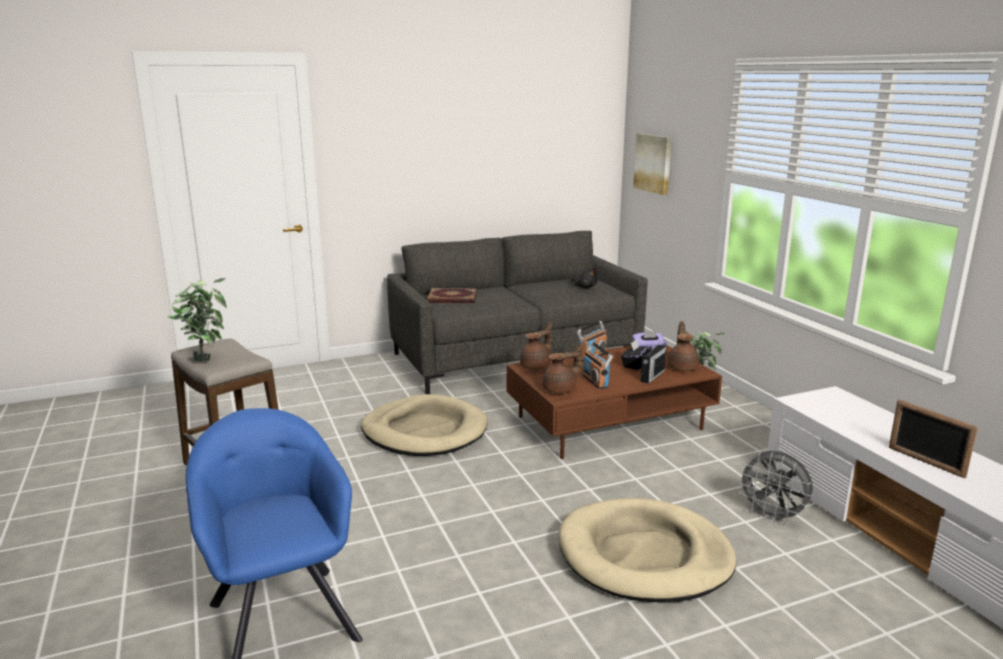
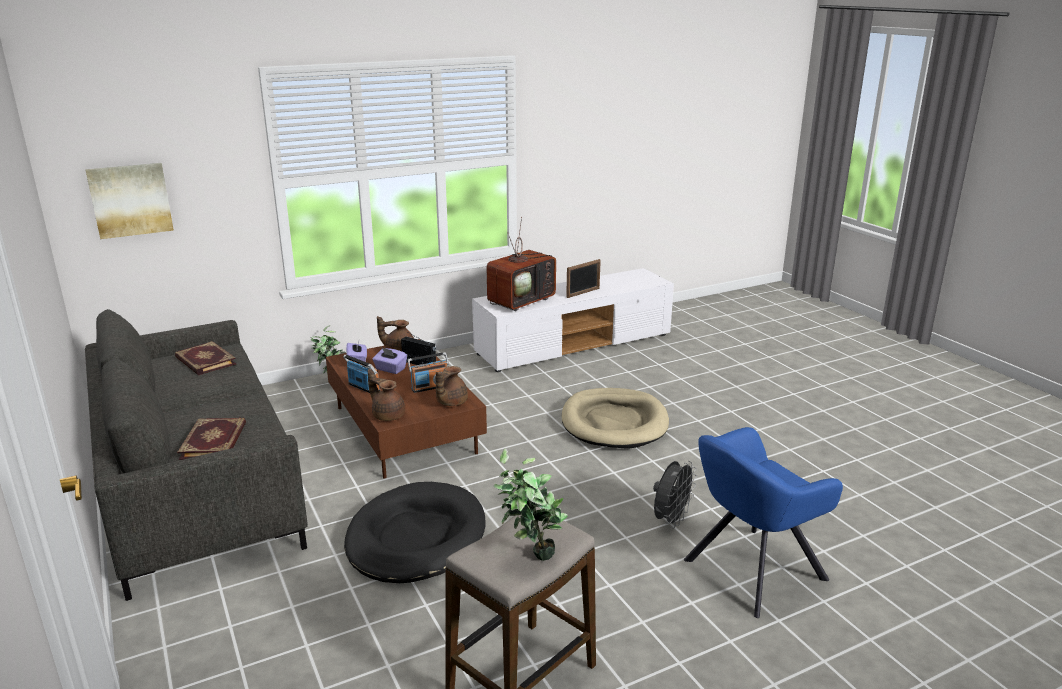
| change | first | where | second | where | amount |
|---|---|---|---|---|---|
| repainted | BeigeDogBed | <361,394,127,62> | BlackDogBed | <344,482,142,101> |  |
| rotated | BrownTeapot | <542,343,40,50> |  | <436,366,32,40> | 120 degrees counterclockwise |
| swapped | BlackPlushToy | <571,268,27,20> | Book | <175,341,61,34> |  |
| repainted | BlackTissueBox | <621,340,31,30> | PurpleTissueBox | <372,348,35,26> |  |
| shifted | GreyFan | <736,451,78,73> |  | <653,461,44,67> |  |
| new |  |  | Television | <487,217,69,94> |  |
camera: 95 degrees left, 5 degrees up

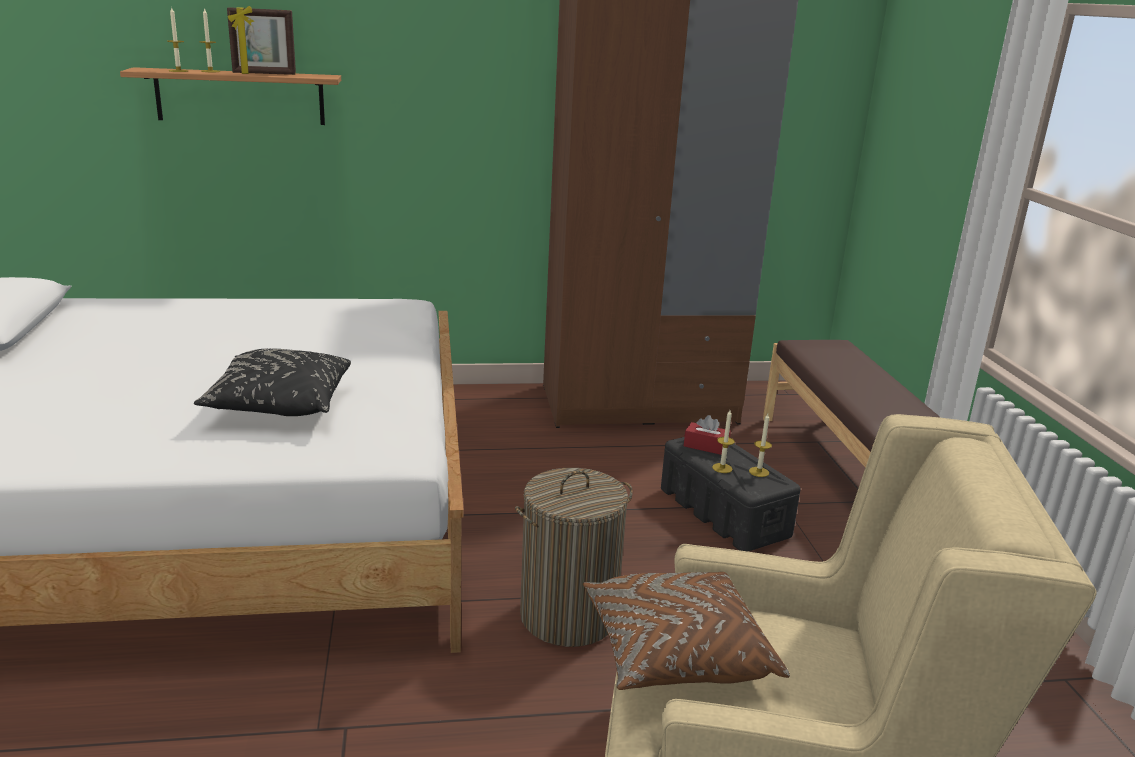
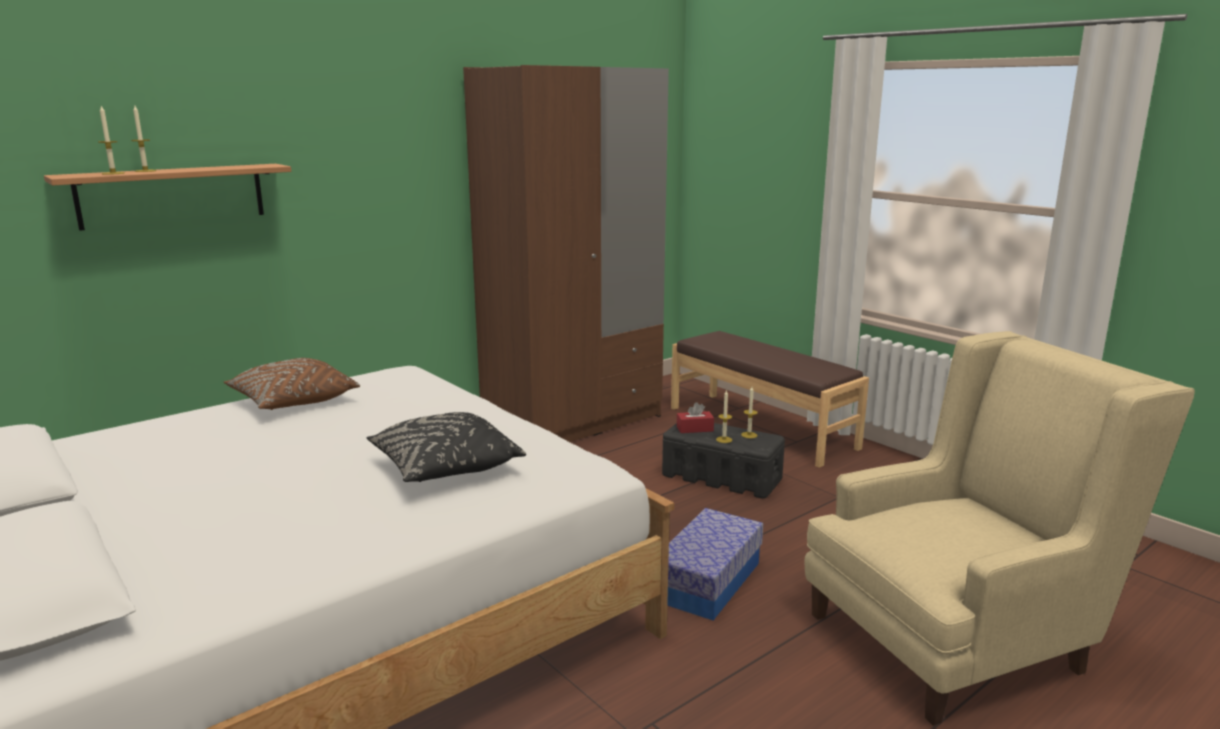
| change | first | where | second | where | amount |
|---|---|---|---|---|---|
| gone | PictureFrame | <227,6,69,69> |  |  |  |
| swapped | LaundryBasket | <515,468,118,179> | StorageBox | <667,508,96,112> |  |
| shifted | BrownPillow | <583,572,207,118> |  | <224,358,136,52> |  |
camera: 30 degrees left, 5 degrees down

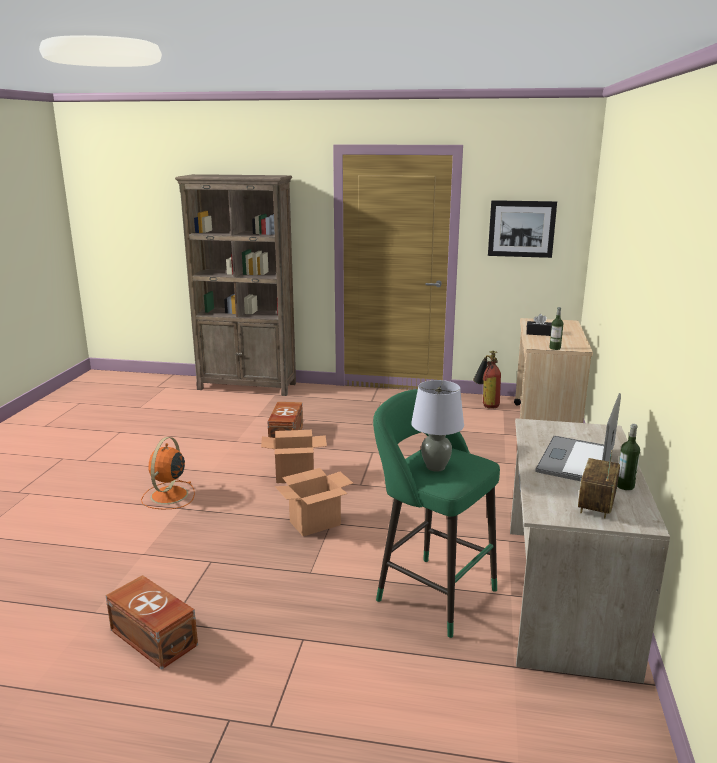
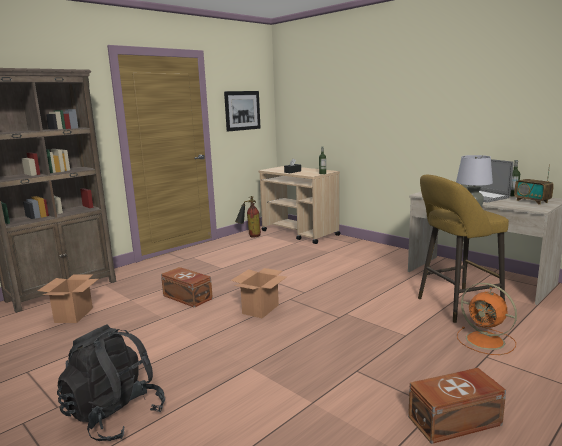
| change | first | where | second | where | amount |
|---|---|---|---|---|---|
| shifted | OrangeFan | <141,437,54,73> |  | <457,283,60,72> |  |
| shifted | CardboardBox | <275,468,78,68> |  | <38,274,60,49> |  |
| repainted | GreenStool | <373,389,127,249> | YellowStool | <418,175,91,148> |  |
| new |  |  | BlackBackpack | <57,324,108,117> |  |
camera: 55 degrees left, 5 degrees down

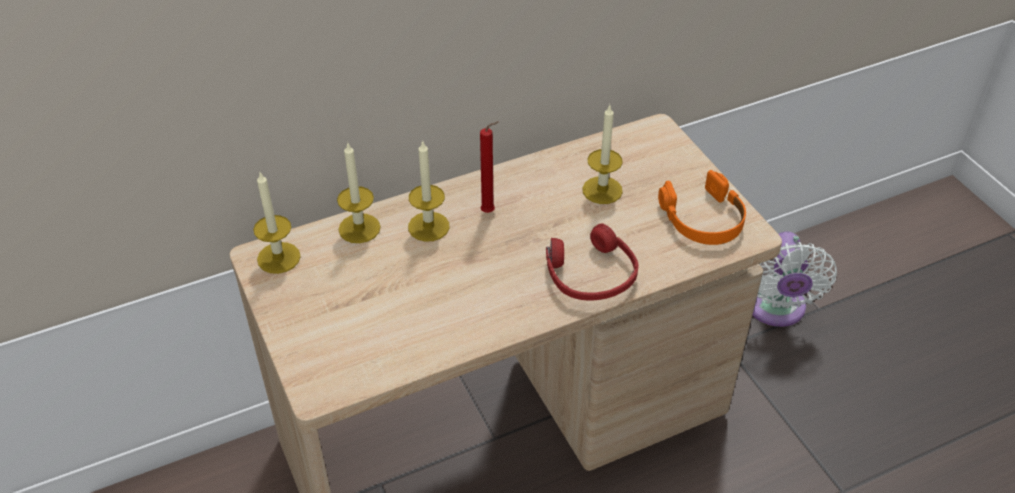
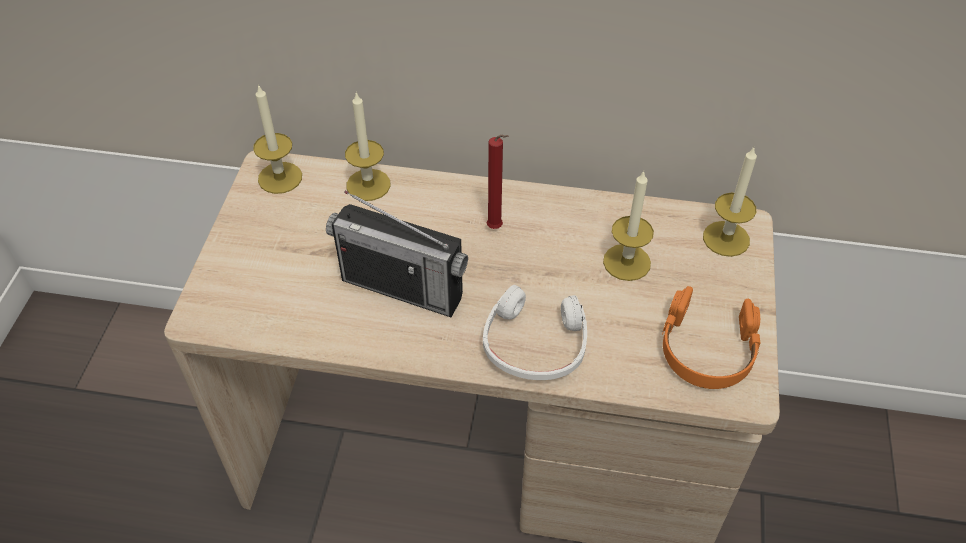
| change | first | where | second | where | amount |
|---|---|---|---|---|---|
| shifted | Candle | <408,140,41,102> |  | <703,147,54,110> |  |
| repainted | RedHeadphones | <546,223,92,77> | WhiteHeadphones | <483,285,104,95> |  |
| gone | WhiteFan | <753,232,84,95> |  |  |  |
| new |  |  | Radio | <326,190,142,127> |  |
camera: 35 degrees right, 5 degrees up

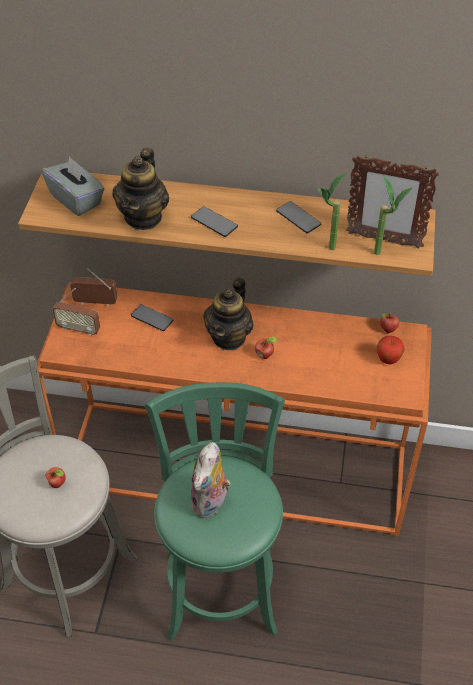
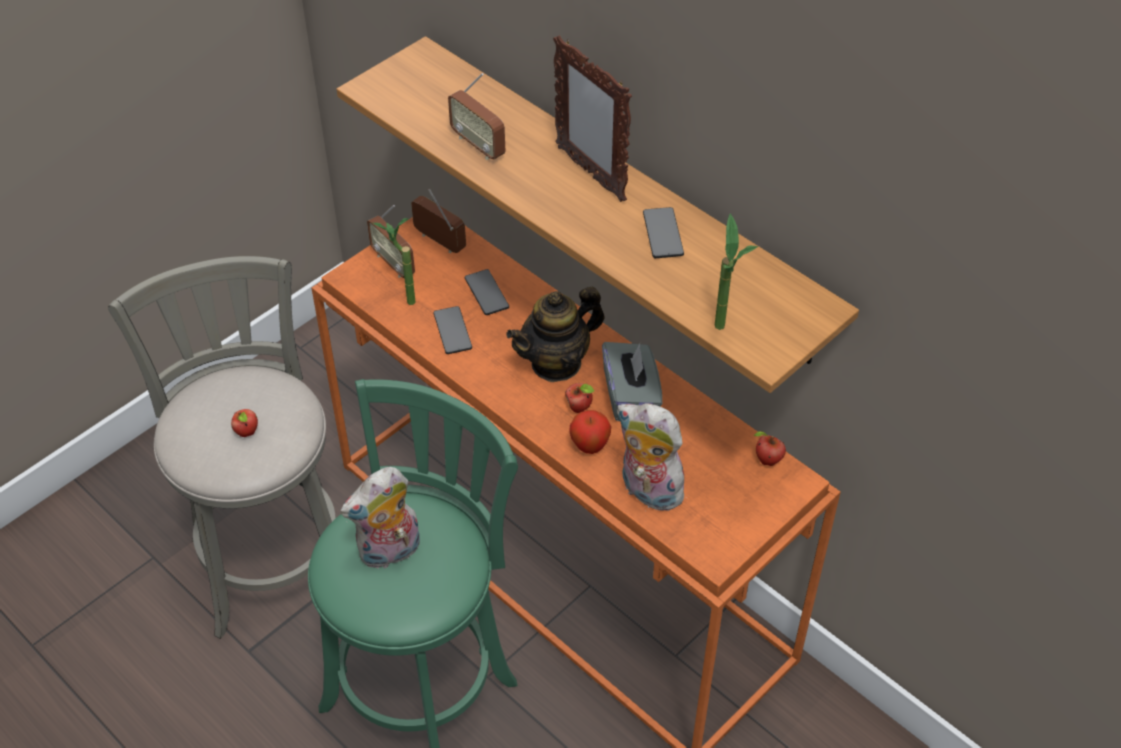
| change | first | where | second | where | amount |
|---|---|---|---|---|---|
| shifted | GreyTissueBox | <42,156,63,60> |  | <602,342,60,79> |  |
| swapped | Teapot | <112,148,57,82> | Radio | <448,73,58,87> |  |
| shifted | Phone | <191,206,47,31> |  | <433,306,39,48> |  |
| shifted | PottedPlant | <316,173,31,77> |  | <373,218,43,87> |  |
| shifted | PictureFrame | <346,155,93,94> |  | <553,35,79,167> |  |
| shifted | Apple | <377,336,28,28> |  | <569,410,42,44> |  |
| new |  |  | PlushToy | <616,403,76,108> |  |
camera: 35 degrees right, 0 degrees up

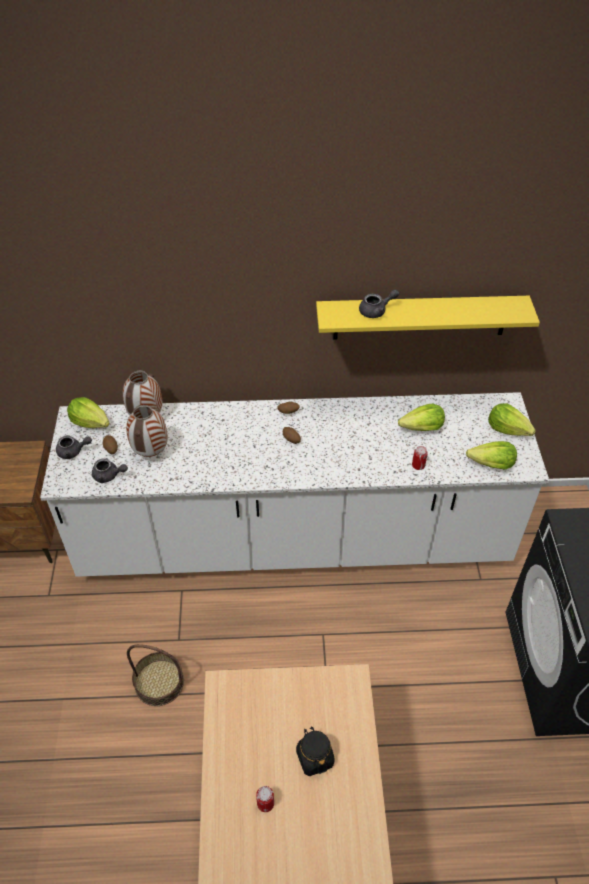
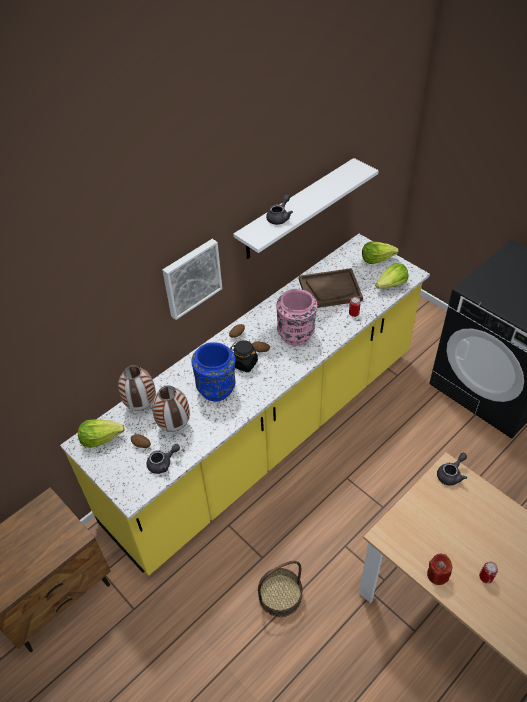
| change | first | where | second | where | amount |
|---|---|---|---|---|---|
| repainted | WhiteCounter | <40,392,509,185> | YellowCounter | <60,234,370,342> |  |
| shifted | GreyTeapot | <56,435,36,24> |  | <437,453,30,33> |  |
| shifted | BlackJar | <296,726,39,50> |  | <230,340,28,32> |  |
| repainted | YellowShelf | <316,296,224,44> | WhiteShelf | <233,158,146,101> |  |
| swapped | Lettuce | <398,404,47,27> | BrownTray | <299,268,64,40> |  |
| new |  |  | Picture | <162,239,60,81> |  |
| new |  |  | BlueVase | <191,342,45,60> |  |
| new |  |  | PinkVase | <276,289,41,57> |  |
| new |  |  | RedCandle | <427,554,25,31> |  |
camera: 40 degrees left, 0 degrees up

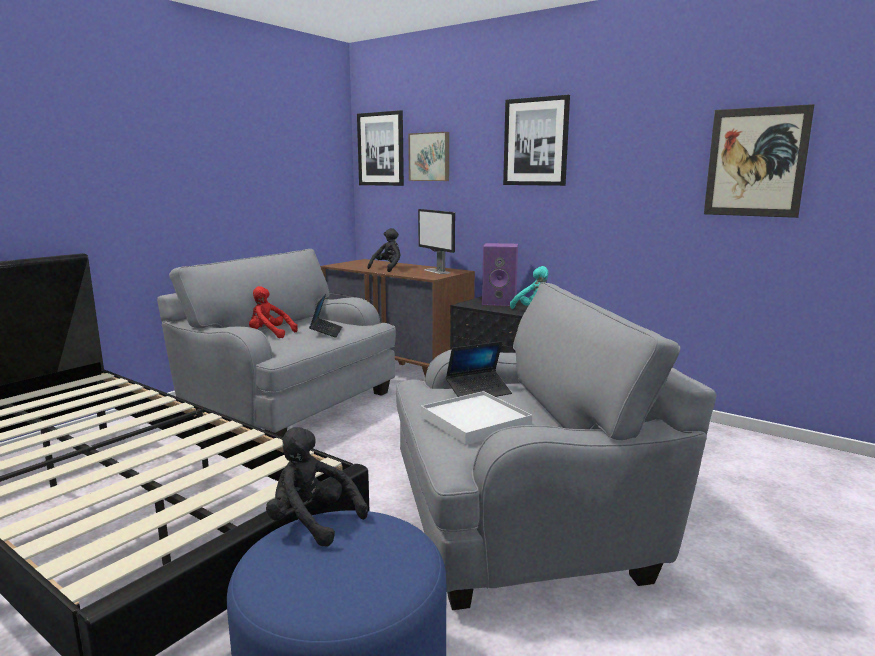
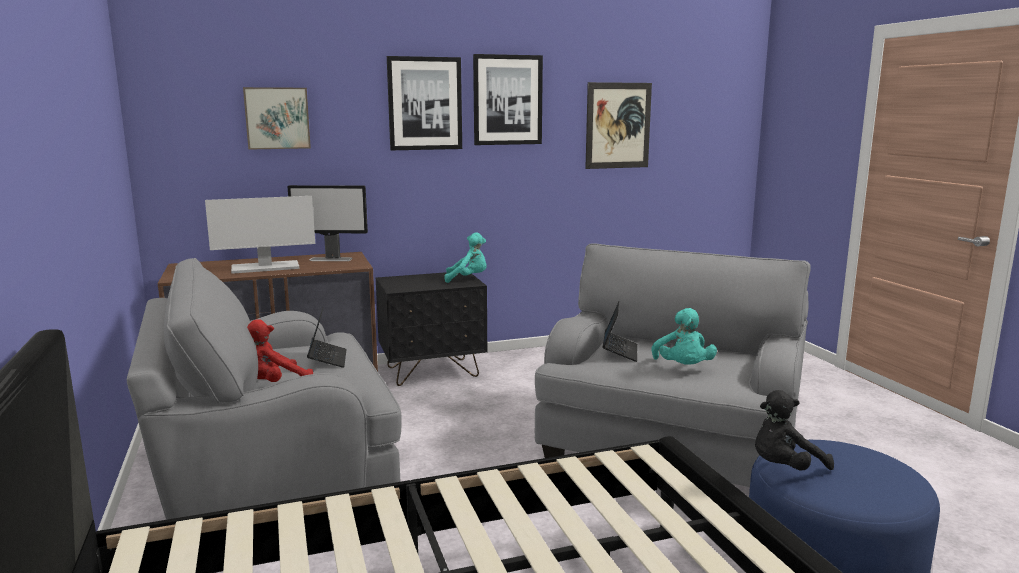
| change | first | where | second | where | amount |
|---|---|---|---|---|---|
| rotated | Laptop | <309,294,33,43> |  | <307,308,40,60> | 45 degrees clockwise |
| shifted | Picture | <357,110,47,76> |  | <473,54,70,91> |  |
| swapped | BlackPlushToy | <368,228,32,44> | Monitor | <205,196,110,78> |  |
| swapped | WhiteTray | <421,391,111,54> | TurquoisePlushToy | <651,308,66,57> |  |
| gone | PurpleSpeaker | <482,243,36,63> |  |  |  |
camera: 55 degrees left, 0 degrees up

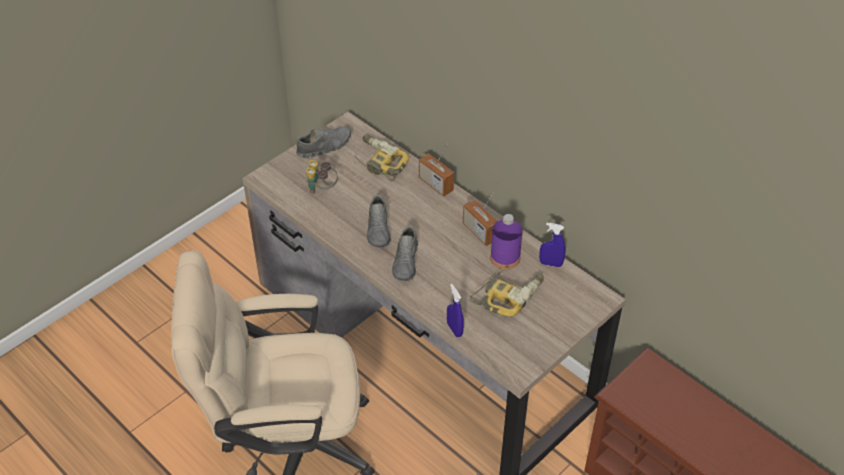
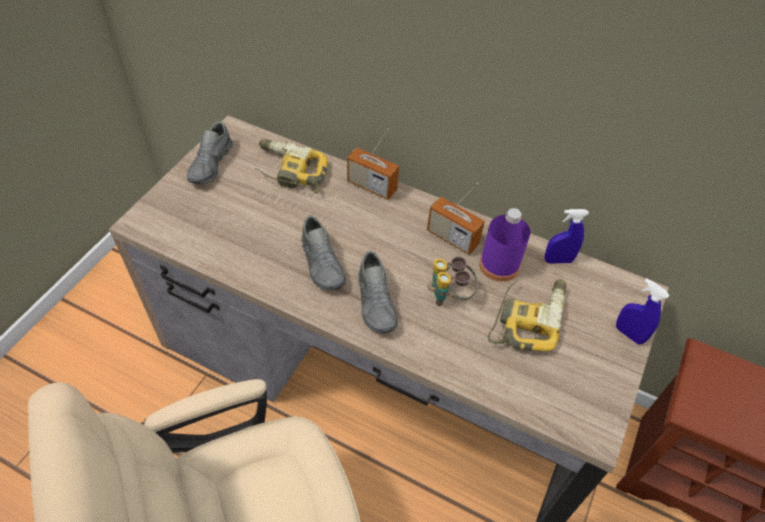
| change | first | where | second | where | amount |
|---|---|---|---|---|---|
| rotated | GreyShoe | <296,126,55,32> |  | <187,121,46,63> | 150 degrees clockwise |
| shifted | Binoculars | <305,160,33,34> |  | <428,257,50,49> |  |
| shifted | BlueSprayBottle | <447,284,17,53> |  | <616,278,54,66> |  |
camera: 20 degrees left, 5 degrees up

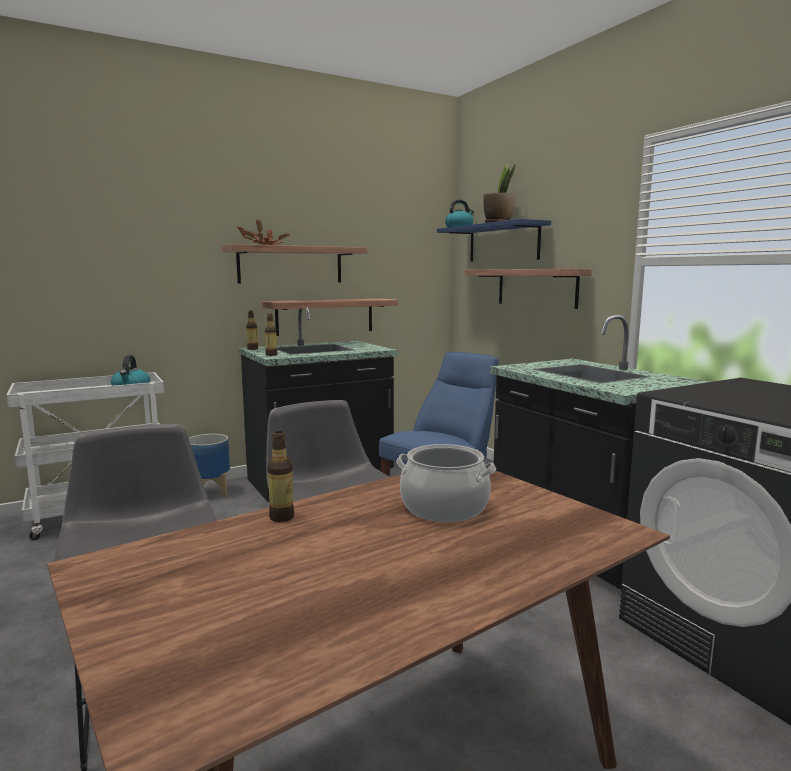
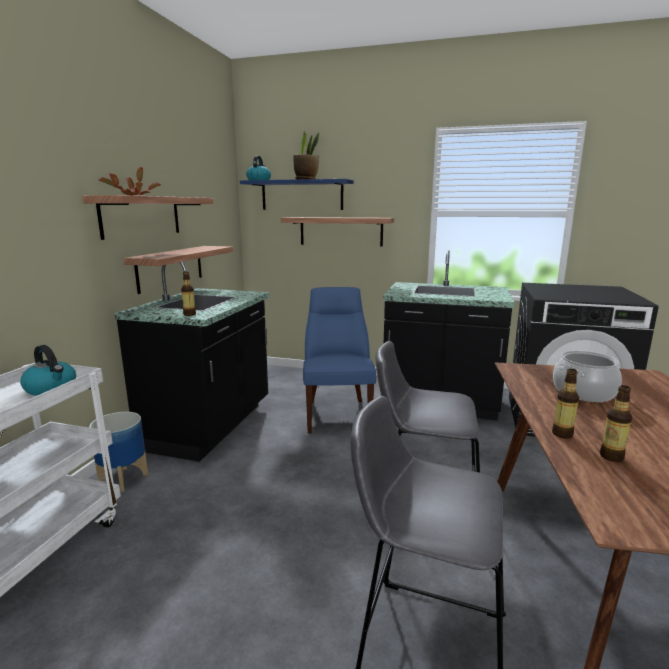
| change | first | where | second | where | amount |
|---|---|---|---|---|---|
| shifted | Bottle | <246,311,12,39> |  | <600,385,32,77> |  |
camera: 45 degrees left, 5 degrees up

